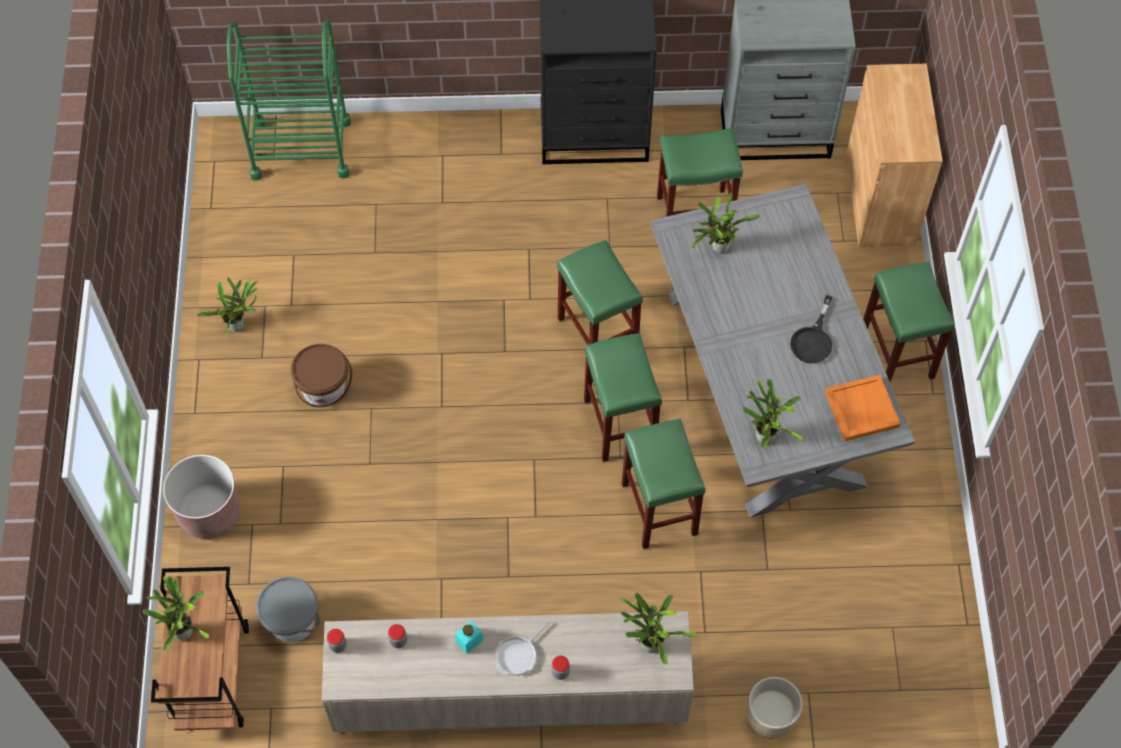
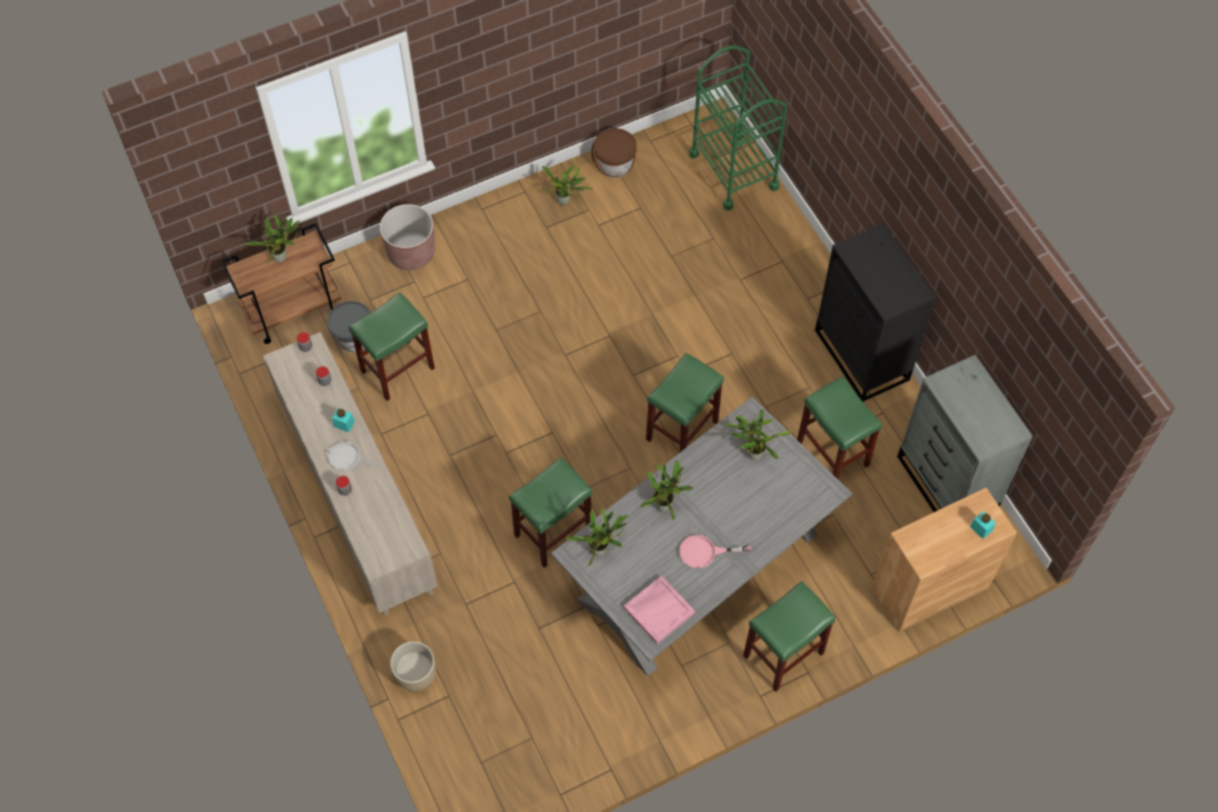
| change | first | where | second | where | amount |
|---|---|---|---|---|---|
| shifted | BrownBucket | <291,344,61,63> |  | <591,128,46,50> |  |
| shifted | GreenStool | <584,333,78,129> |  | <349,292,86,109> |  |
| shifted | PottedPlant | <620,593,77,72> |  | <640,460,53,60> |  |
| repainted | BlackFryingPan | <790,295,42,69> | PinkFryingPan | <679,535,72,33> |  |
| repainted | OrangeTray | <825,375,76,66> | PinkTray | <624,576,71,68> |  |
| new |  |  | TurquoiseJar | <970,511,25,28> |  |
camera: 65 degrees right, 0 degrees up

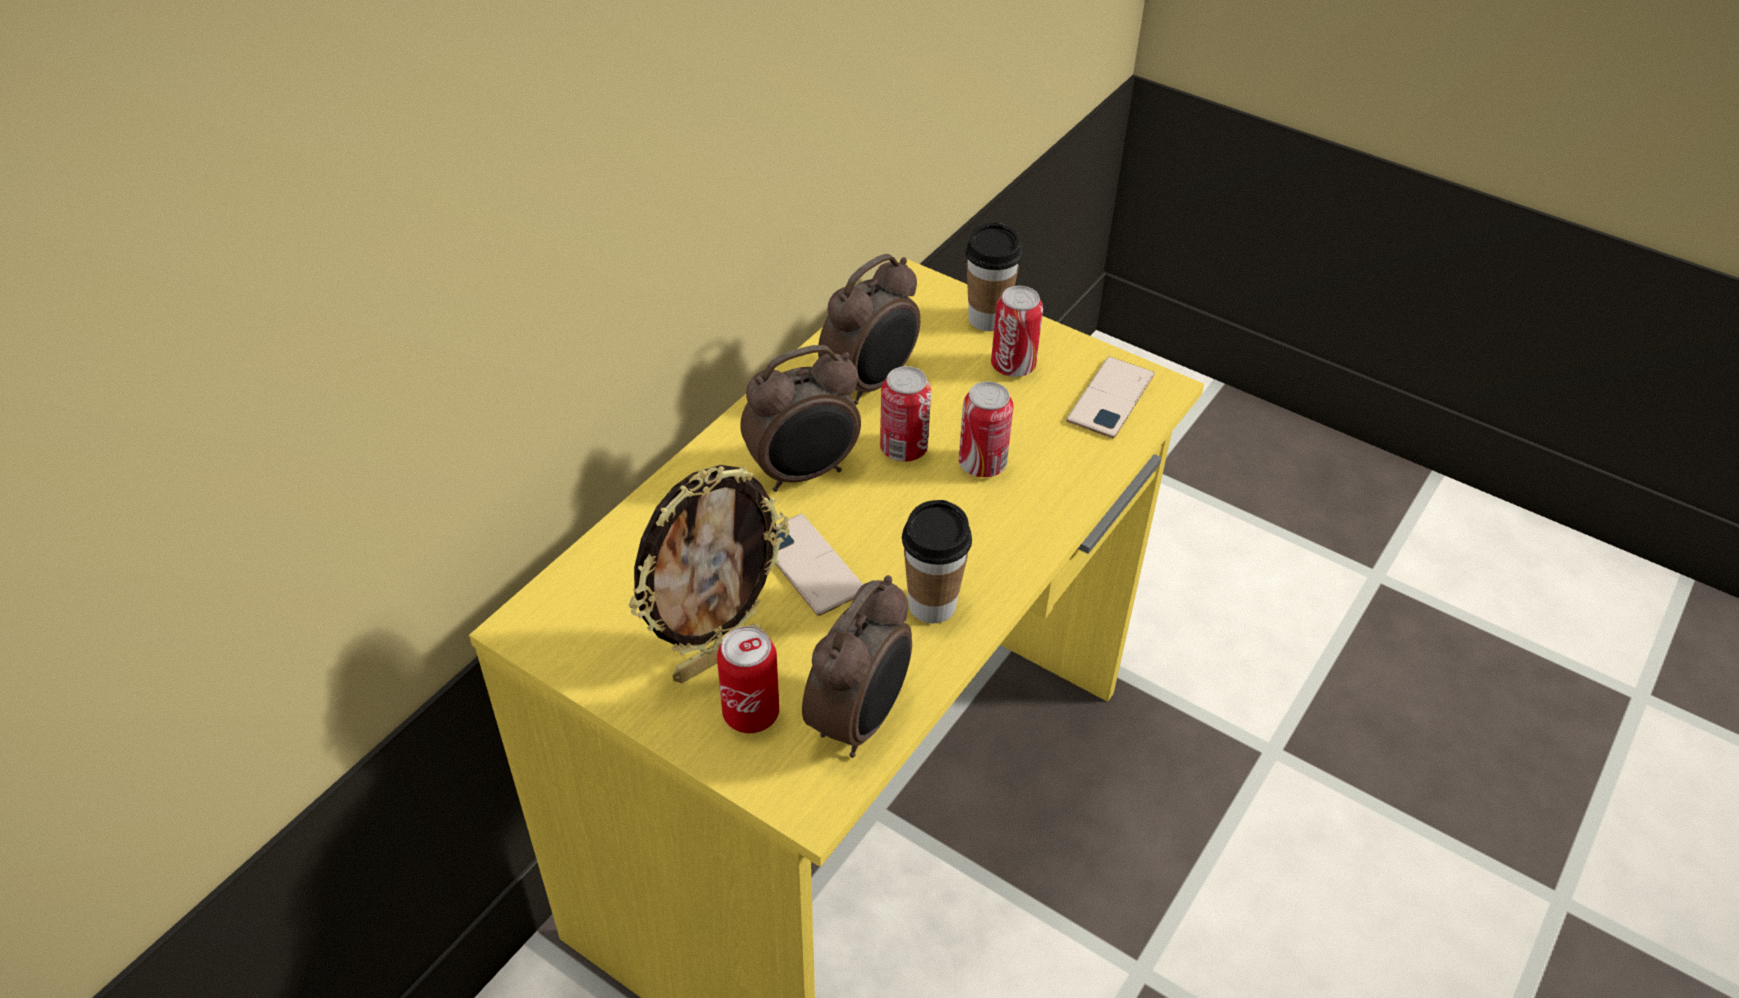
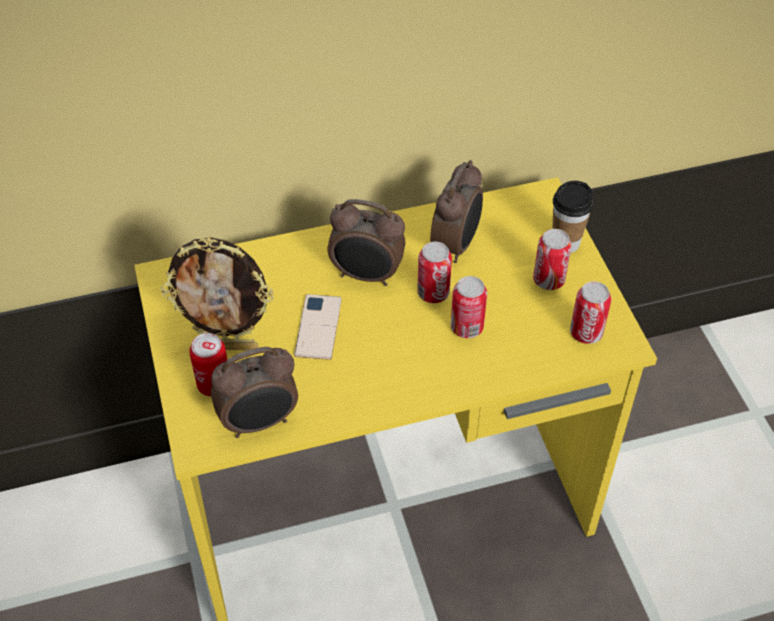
| change | first | where | second | where | amount |
|---|---|---|---|---|---|
| rotated | AlarmClock | <818,254,103,151> |  | <430,160,53,103> | 60 degrees counterclockwise |
| gone | Cup | <902,500,70,123> |  |  |  |
| swapped | Phone | <1066,357,88,81> | Can | <570,281,41,63> |  |
camera: 40 degrees right, 5 degrees up

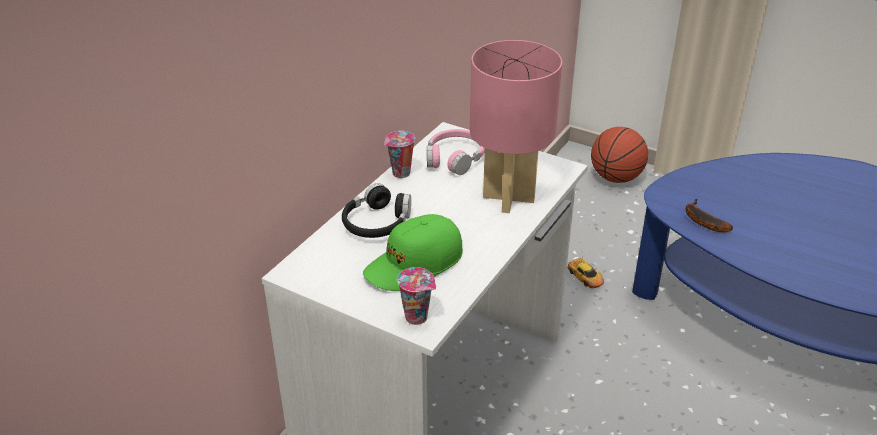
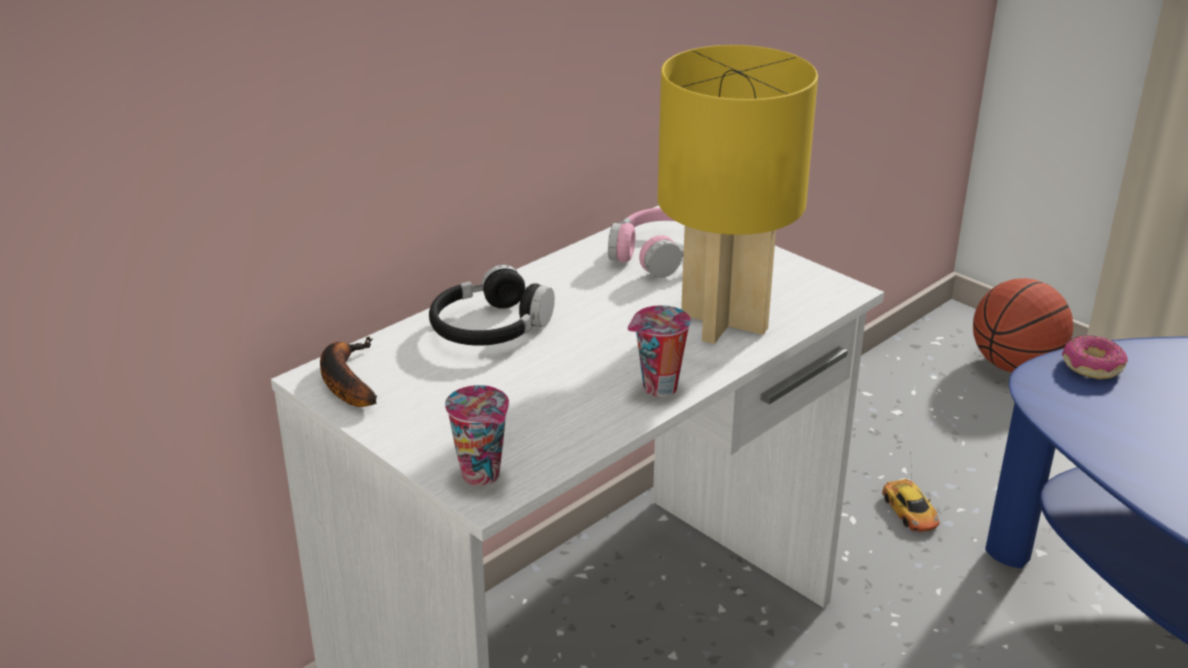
| change | first | where | second | where | amount |
|---|---|---|---|---|---|
| gone | GreenCap | <363,214,100,77> |  |  |  |
| shifted | Cup | <384,131,31,47> |  | <628,305,63,92> |  |
| repainted | PinkTableLamp | <470,40,92,173> | YellowTableLamp | <658,45,160,299> |  |
| shifted | Banana | <686,199,47,34> |  | <320,337,57,70> |  |
| new |  |  | Donut | <1062,335,66,44> |  |
camera: 15 degrees right, 5 degrees down

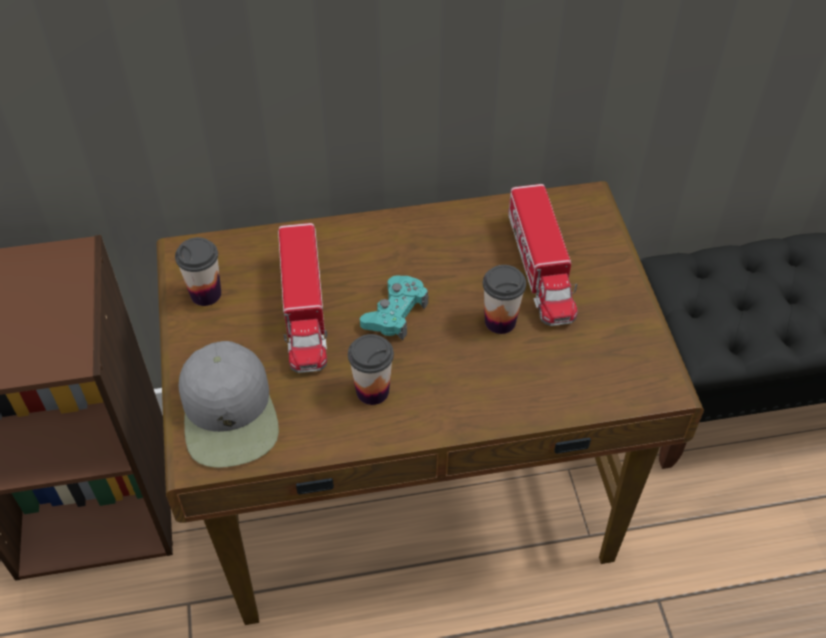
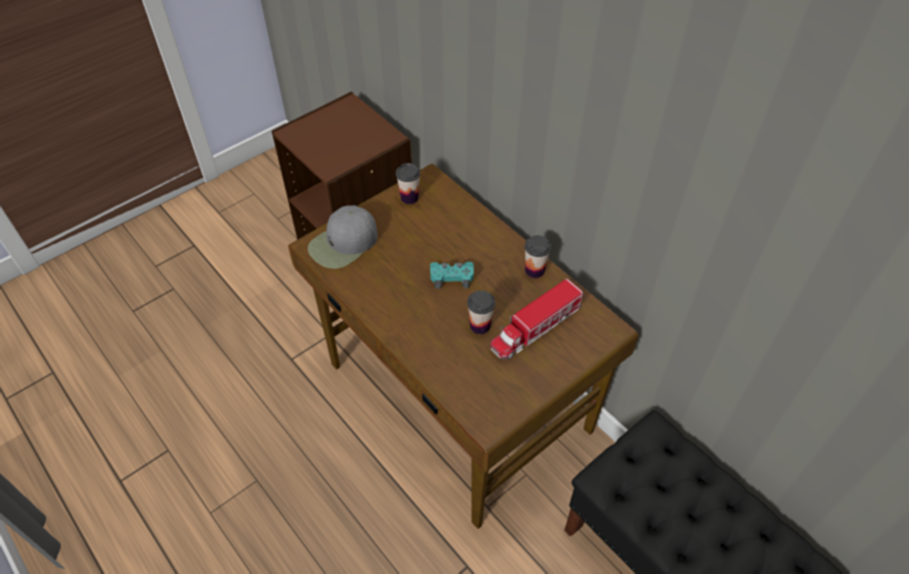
| change | first | where | second | where | amount |
|---|---|---|---|---|---|
| gone | ToyTruck | <278,223,49,150> |  |  |  |
| shifted | Cup | <348,334,46,71> |  | <525,235,26,43> |  |
camera: 60 degrees right, 0 degrees up

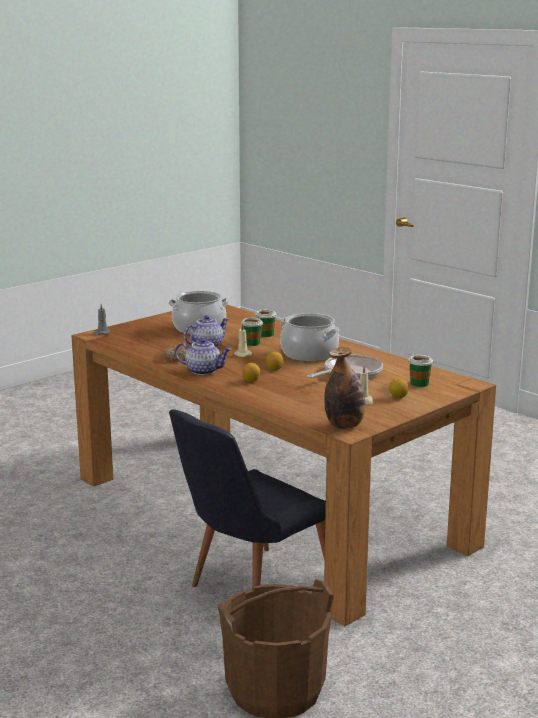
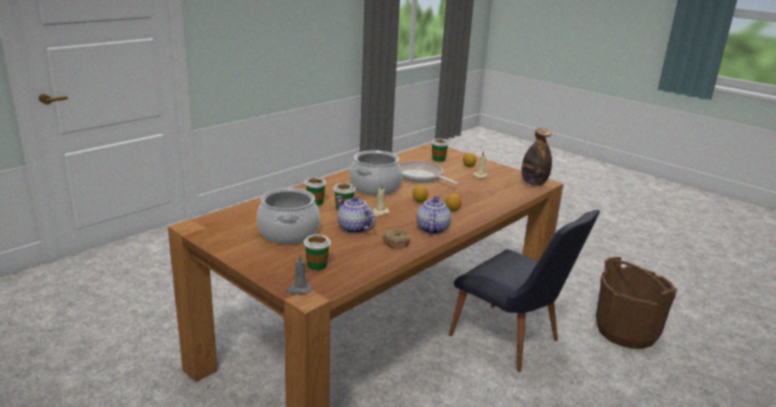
| change | first | where | second | where | amount |
|---|---|---|---|---|---|
| new |  |  | Cup | <304,234,27,36> |  |
camera: 95 degrees left, 5 degrees up

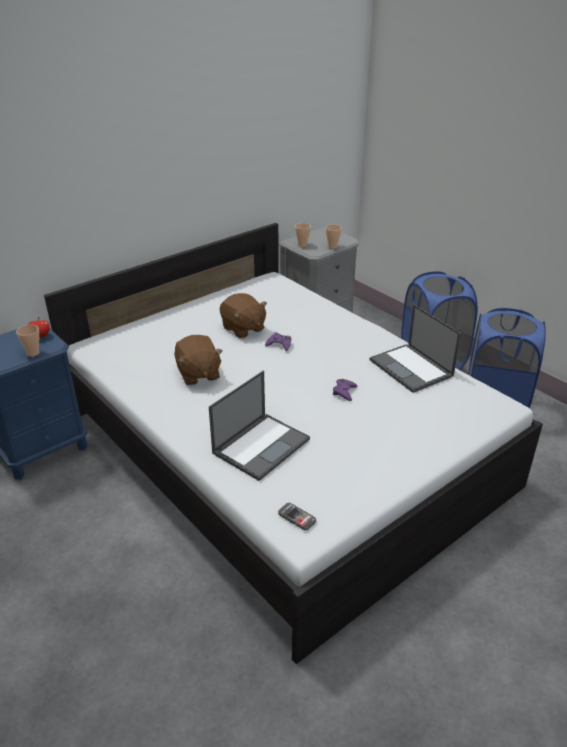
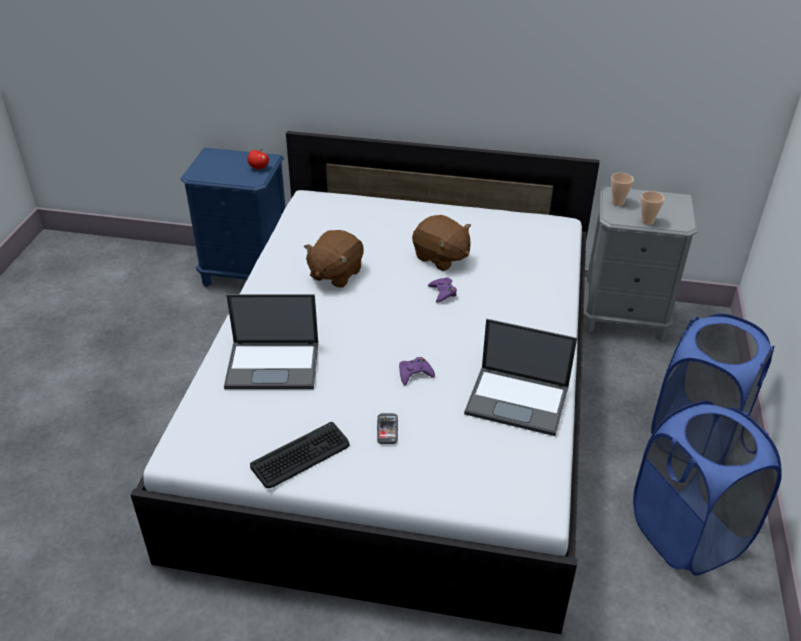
| change | first | where | second | where | amount |
|---|---|---|---|---|---|
| gone | Cup | <16,325,23,32> |  |  |  |
| rotated | BrownPlushToy | <220,293,47,45> |  | <412,215,59,56> | 60 degrees counterclockwise |
| shifted | Phone | <278,503,38,27> |  | <377,413,21,31> |  |
| rotated | Laptop | <370,304,91,89> |  | <464,319,113,117> | 90 degrees counterclockwise |
| new |  |  | Keyboard | <250,422,100,66> |  |
camera: 50 degrees right, 5 degrees up

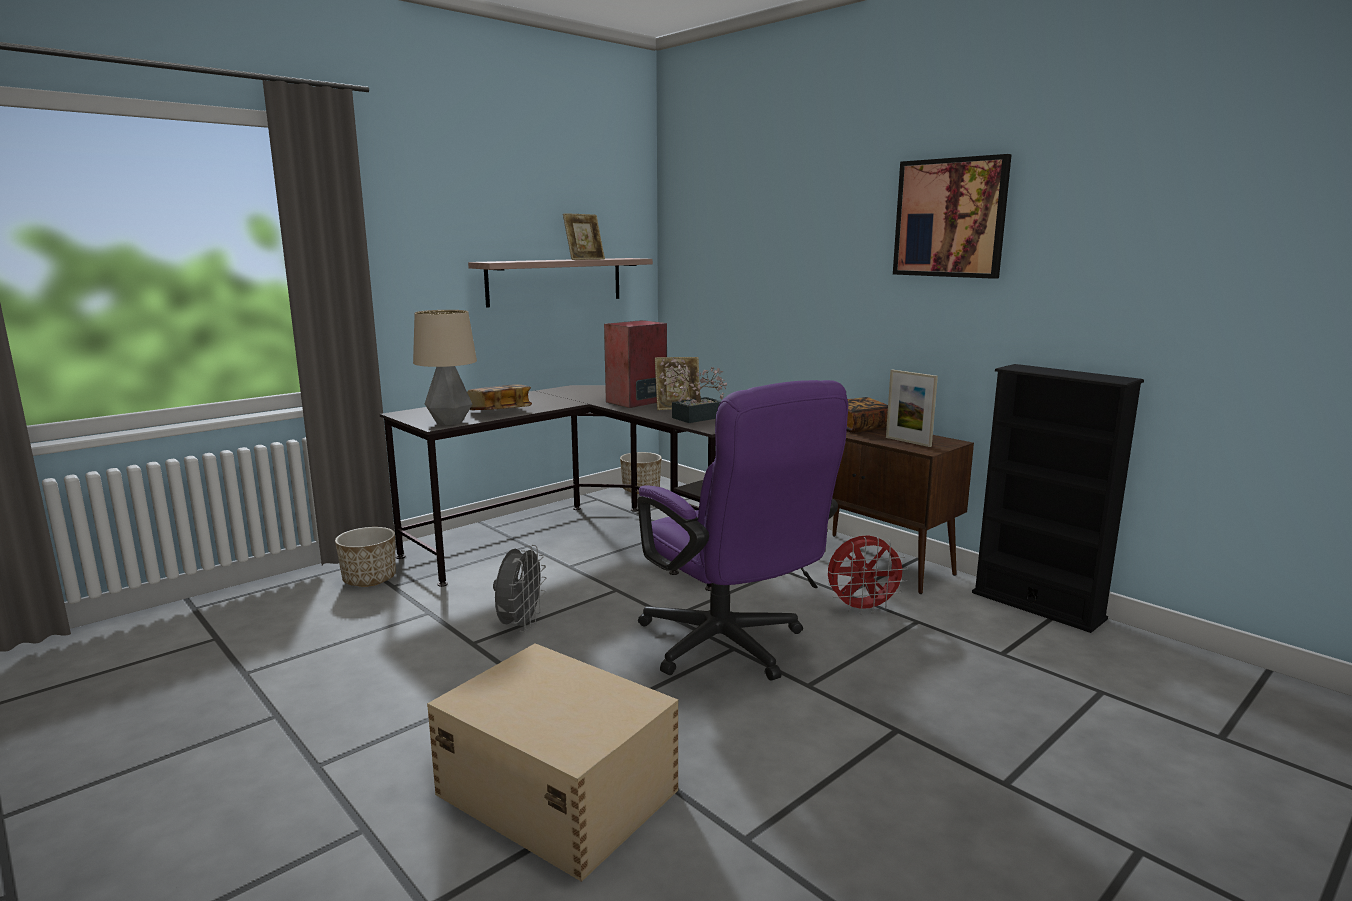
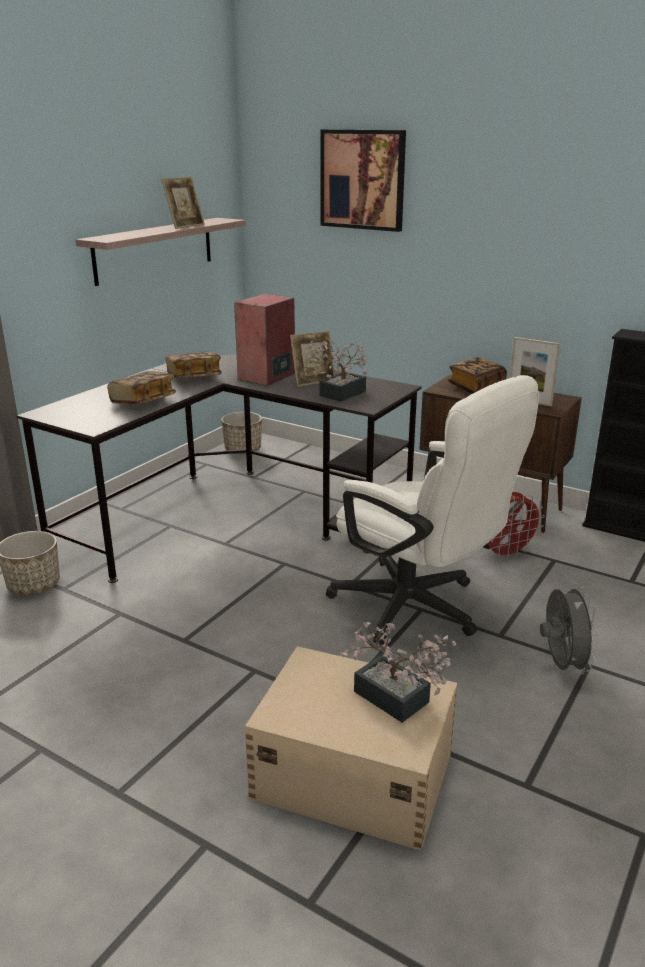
| change | first | where | second | where | amount |
|---|---|---|---|---|---|
| gone | TableLamp | <413,310,64,115> |  |  |  |
| shifted | GreyFan | <493,545,53,87> |  | <540,583,59,92> |  |
| repainted | PurpleOfficeChair | <637,380,211,301> | WhiteOfficeChair | <326,375,213,270> |  |
| shifted | Picture | <893,154,119,125> |  | <320,129,86,103> |  |
| new |  |  | Book | <166,351,56,27> |  |
| new |  |  | PottedPlant | <341,622,115,101> |  |
camera: 15 degrees left, 10 degrees up

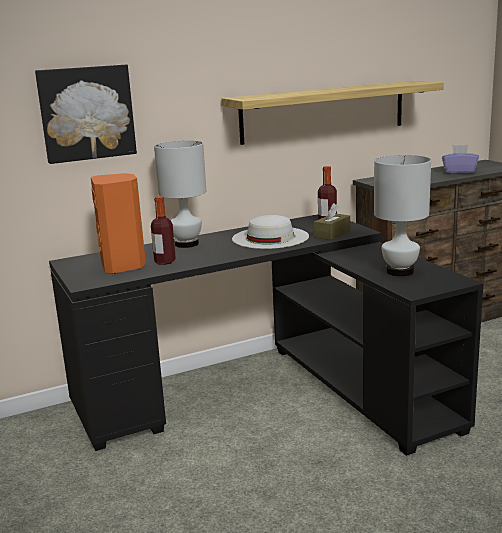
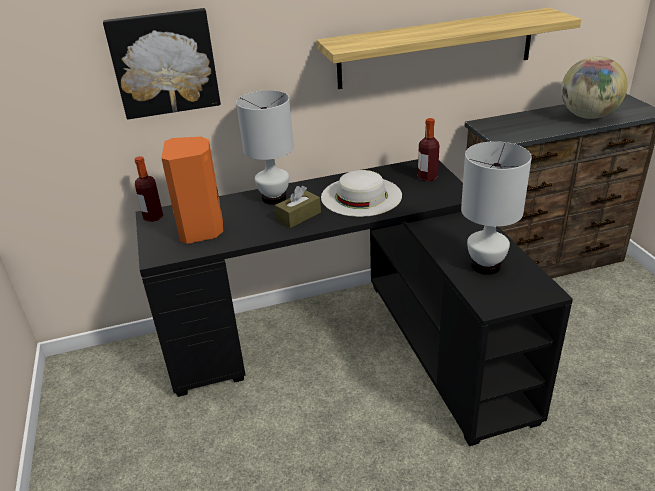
| change | first | where | second | where | amount |
|---|---|---|---|---|---|
| shifted | Bottle | <151,196,25,69> |  | <135,156,28,66> |  |
| shifted | BrownTissueBox | <314,203,36,37> |  | <275,186,46,42> |  |
| swapped | PurpleTissueBox | <442,145,37,28> | Globe | <561,56,66,63> |  |
camera: 10 degrees right, 15 degrees up

